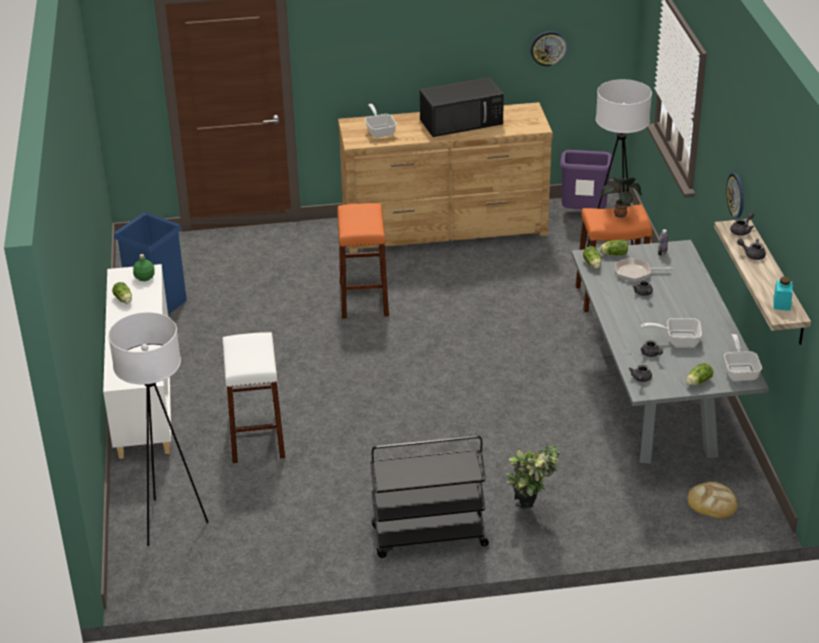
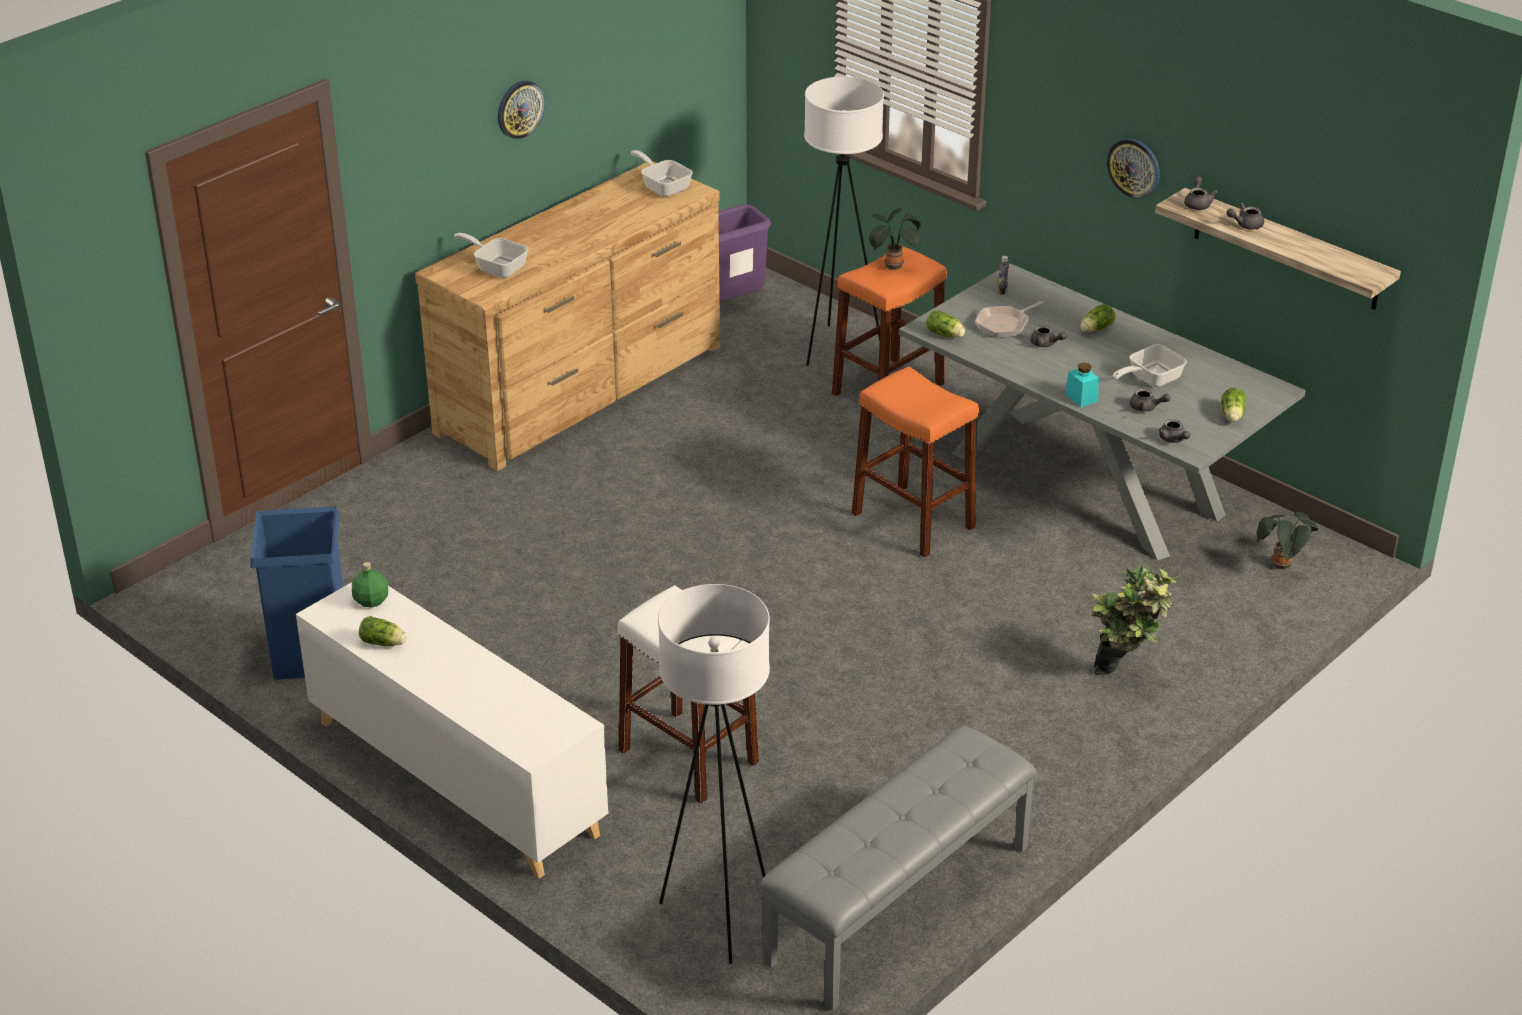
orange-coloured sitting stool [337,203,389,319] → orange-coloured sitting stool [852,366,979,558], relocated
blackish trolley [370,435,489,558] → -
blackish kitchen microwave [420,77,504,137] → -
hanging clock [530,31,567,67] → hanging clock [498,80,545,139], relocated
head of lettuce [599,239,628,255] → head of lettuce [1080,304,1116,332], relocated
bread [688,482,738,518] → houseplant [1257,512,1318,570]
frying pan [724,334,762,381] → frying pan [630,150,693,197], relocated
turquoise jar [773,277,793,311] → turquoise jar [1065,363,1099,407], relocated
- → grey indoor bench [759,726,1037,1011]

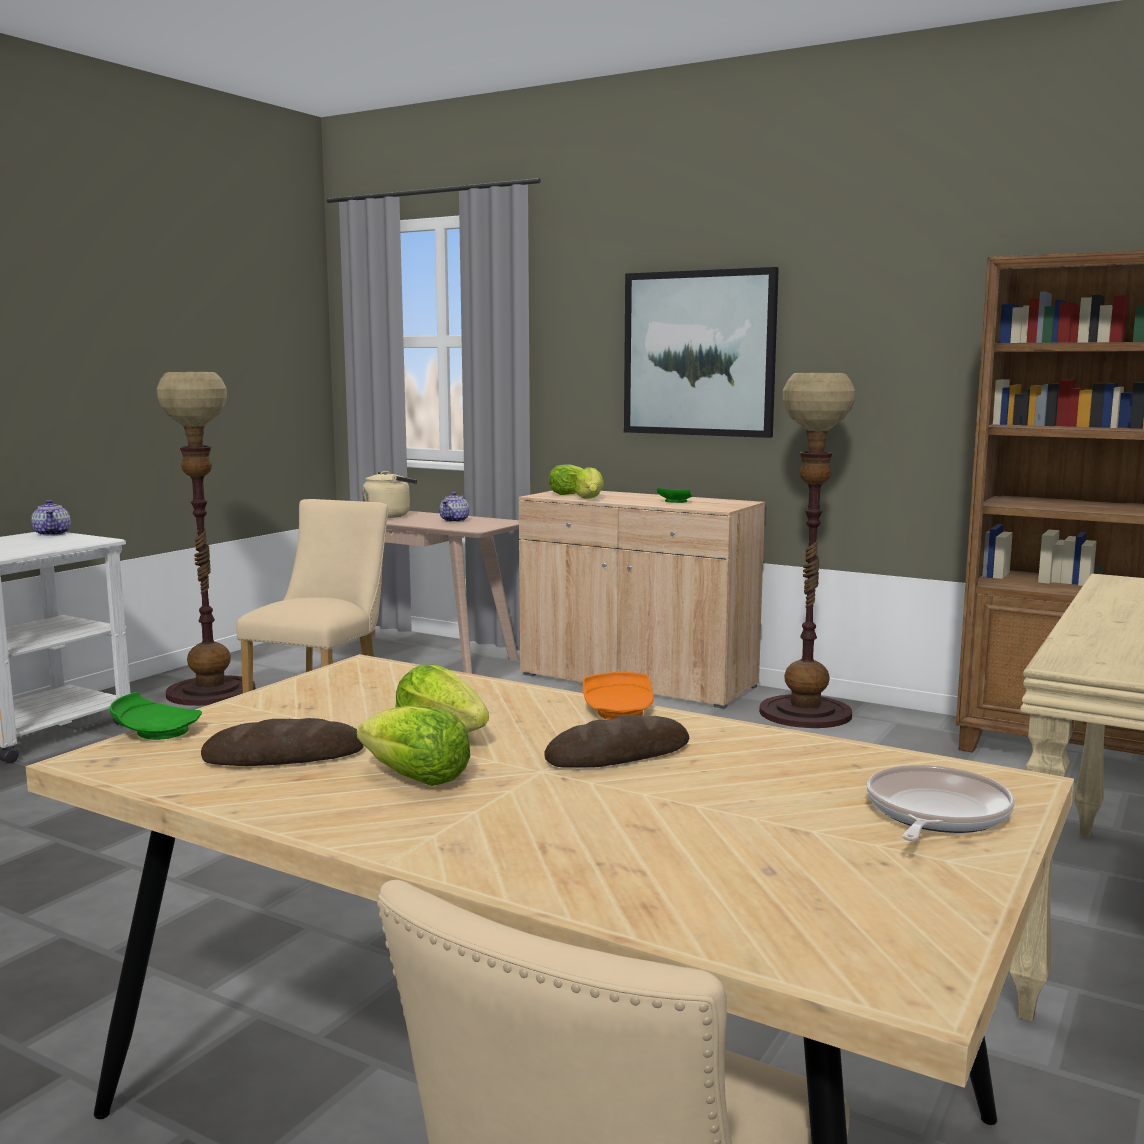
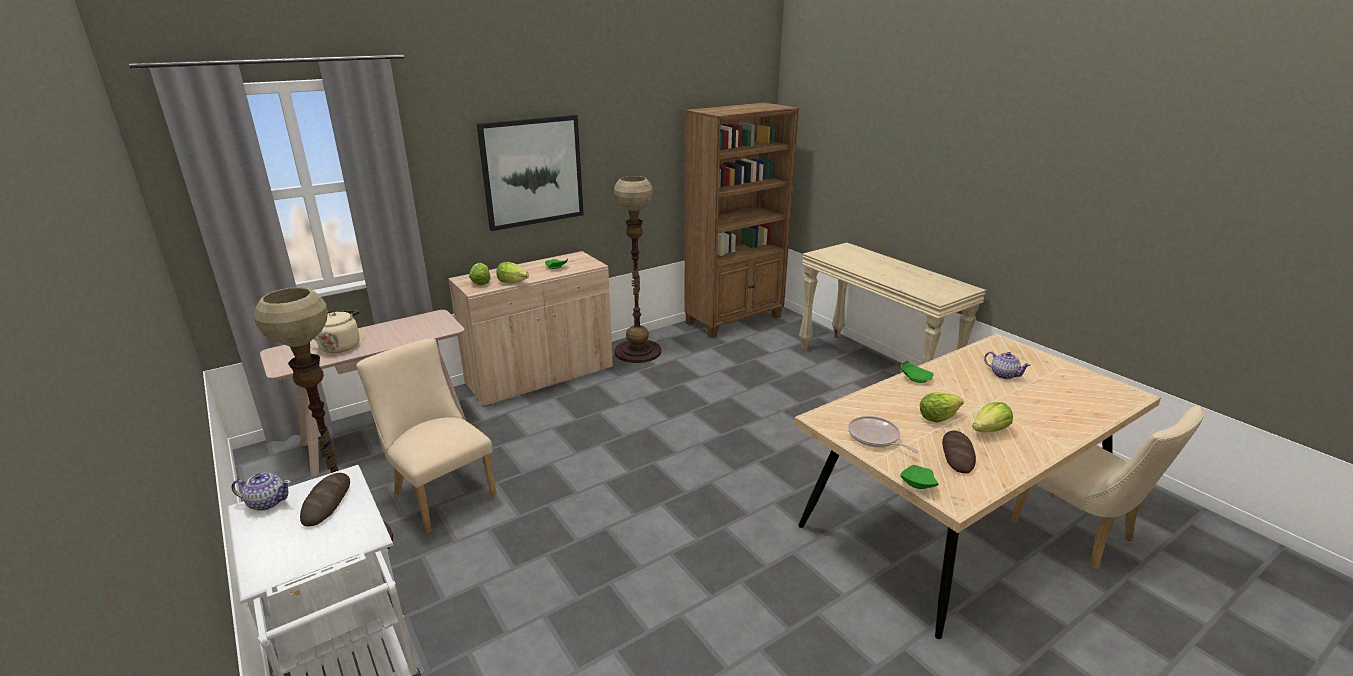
teapot [439,492,469,522] → teapot [984,351,1031,379], relocated
bread [544,715,689,768] → bread [300,473,350,527], relocated
orange-coloured plate [583,672,654,720] → green plate [901,361,934,383]
frying pan [867,765,1015,841] → frying pan [848,416,918,453], relocated

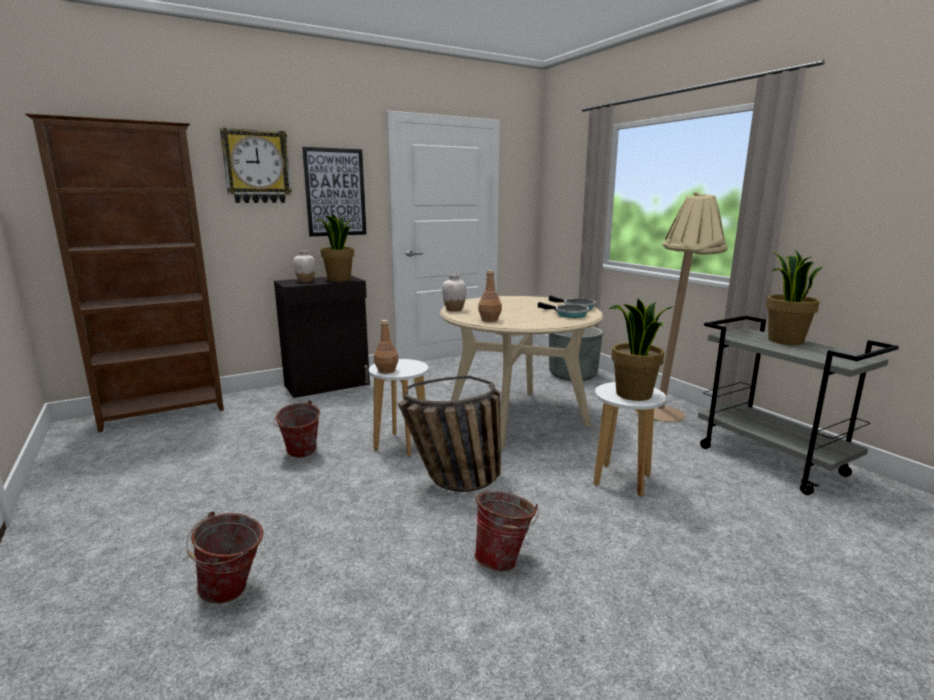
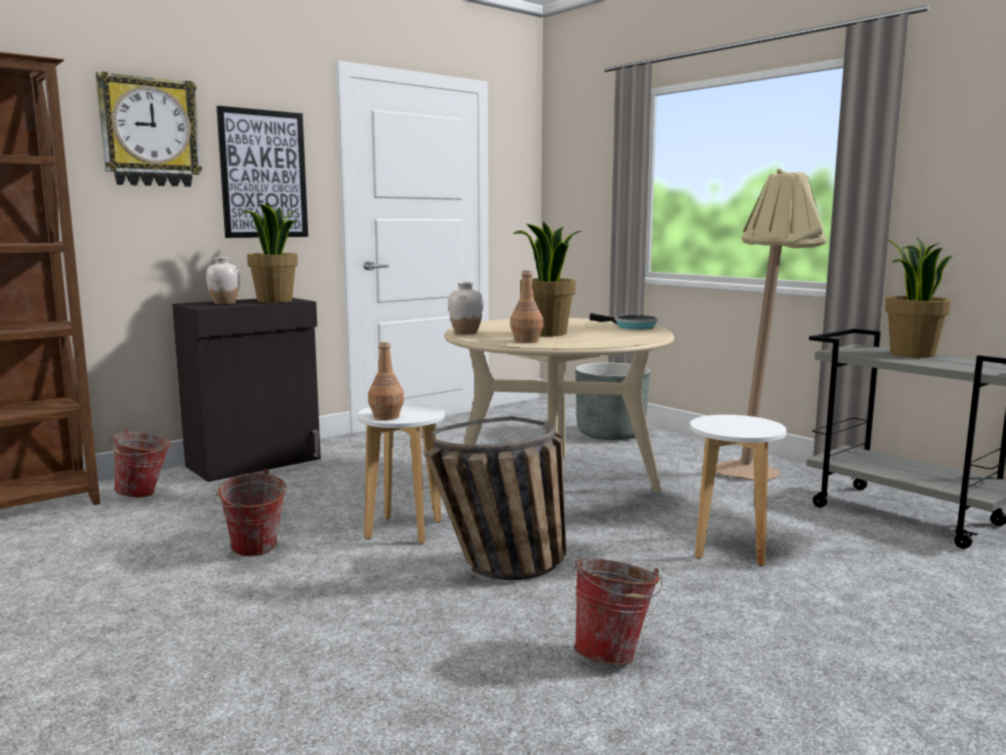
bucket [186,512,263,603] → bucket [109,429,171,497], relocated
frying pan [538,302,589,318] → -
houseplant [609,299,672,401] → houseplant [513,221,581,336], relocated

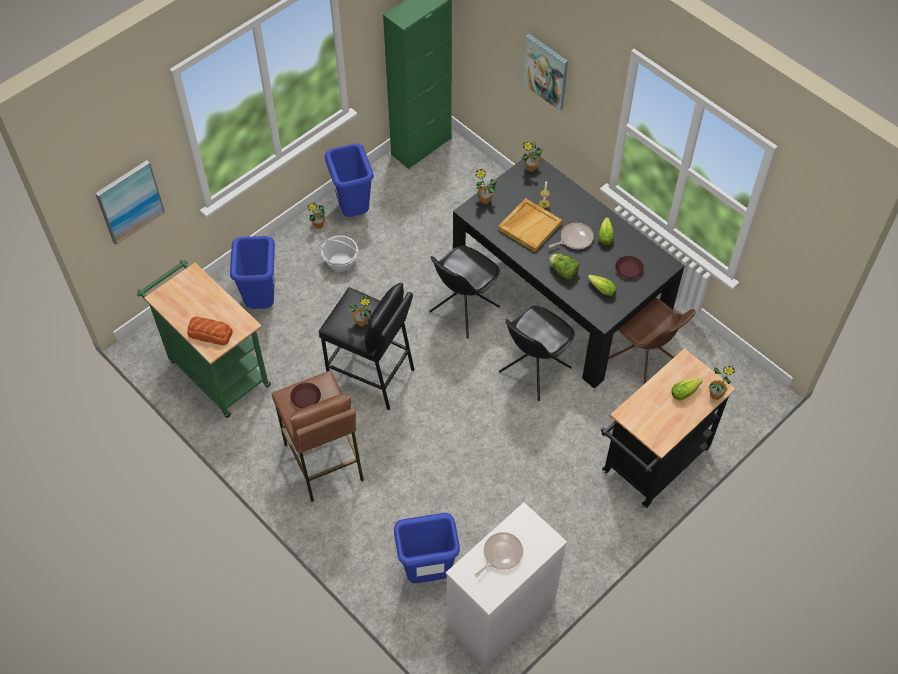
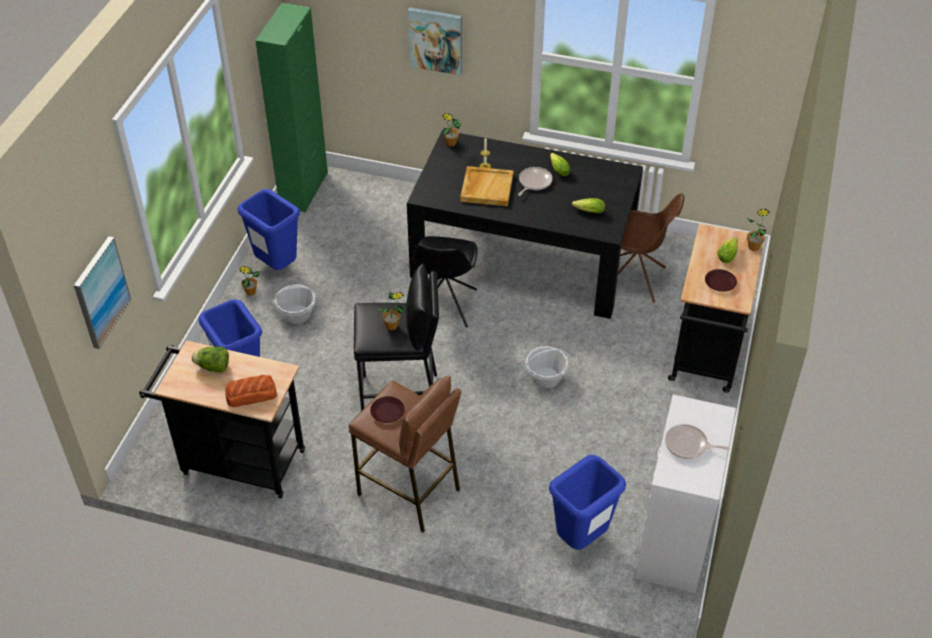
green trolley [137,260,271,418] → blackish trolley [139,340,305,499]
houseplant [475,169,497,204] → -
frying pan [475,532,523,577] → frying pan [665,424,730,459], 90 degrees counterclockwise
blackish upright chair [499,306,575,401] → -
head of lettuce [549,254,579,279] → head of lettuce [192,346,229,373], relocated
brownish plate [615,256,644,279] → brownish plate [705,269,737,292], relocated
- → household basket [524,346,570,388]

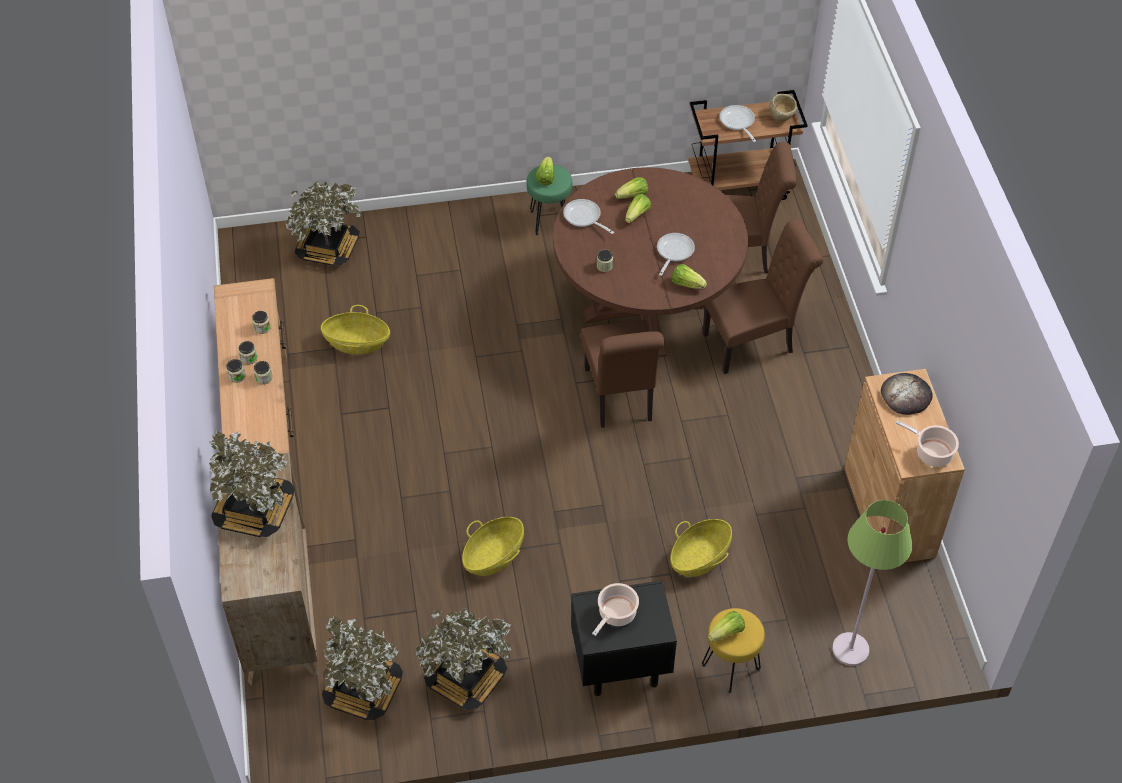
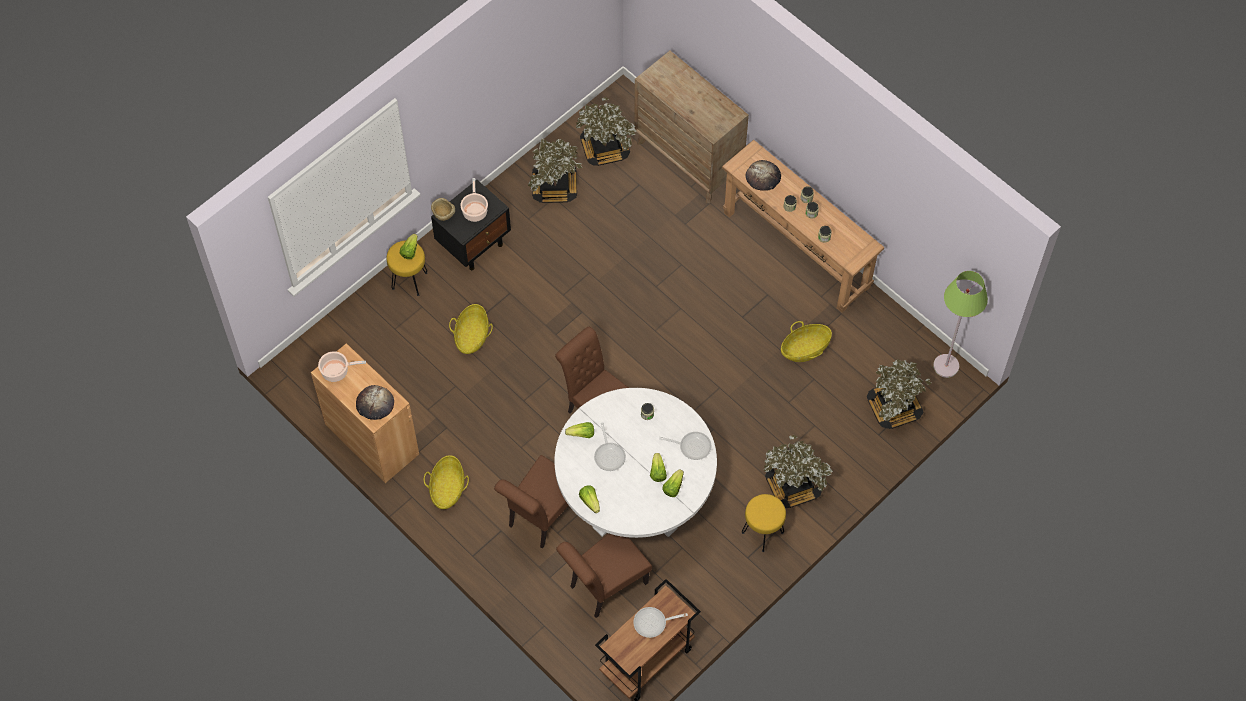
houseplant [209,431,294,537] → houseplant [763,435,833,508], relocated
household basket [462,517,524,576] → household basket [424,455,469,509], relocated
green sitting stool [526,164,572,235] → yellow-coloured sitting stool [742,494,786,552]
head of lettuce [535,156,554,185] → head of lettuce [579,485,600,513], relocated
brownish kitchen table [553,167,748,357] → white kitchen table [554,388,717,538]
frying pan [720,105,756,142] → frying pan [633,607,688,638], 135 degrees clockwise
sand-coloured deep dish [769,94,797,122] → sand-coloured deep dish [431,198,455,221], relocated
green floor lamp [832,500,912,666] → green floor lamp [933,271,988,378], relocated
- → bread [745,160,781,191]

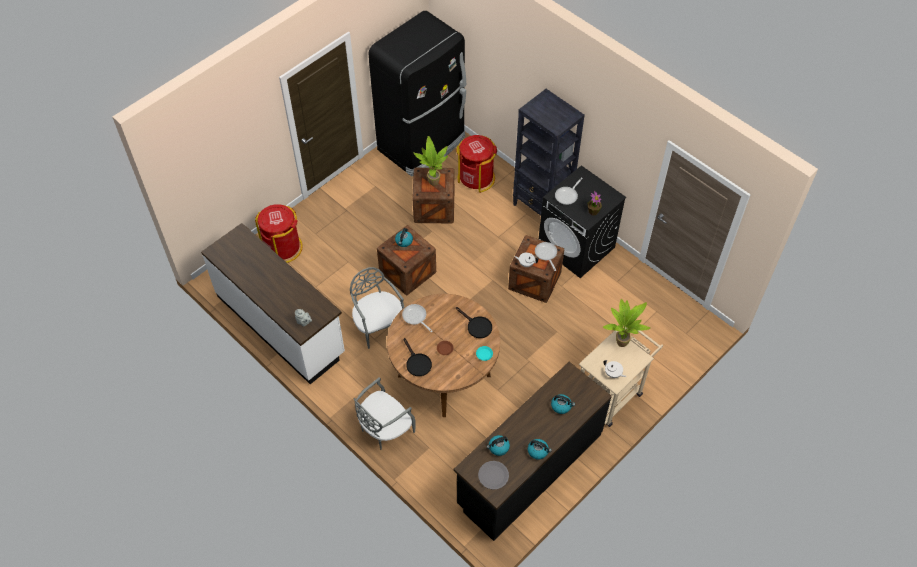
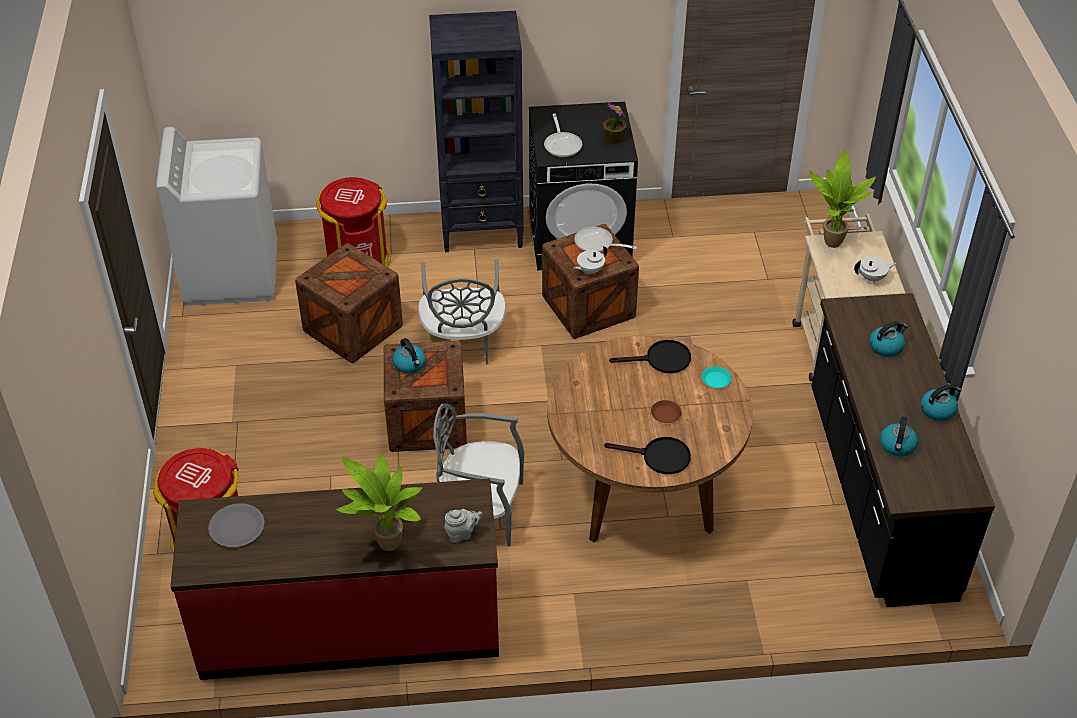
white kitchen counter [201,223,345,384] → reddish kitchen counter [171,479,499,680]
grey upright chair [354,377,415,450] → grey upright chair [418,259,506,365], relocated
blackish kitchen fridge [368,11,466,177] → white laundry machine [156,127,277,306]
frying pan [402,304,433,332] → -
houseplant [413,136,448,186] → houseplant [336,452,423,551], relocated
grey plate [478,461,509,490] → grey plate [208,503,265,548], relocated

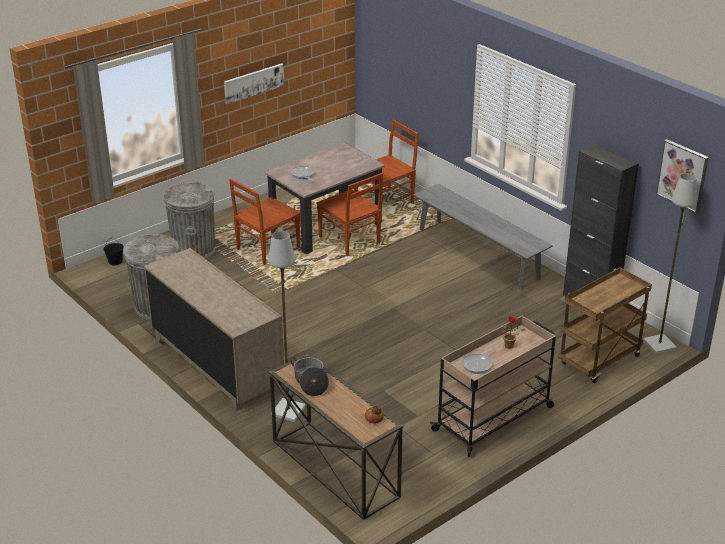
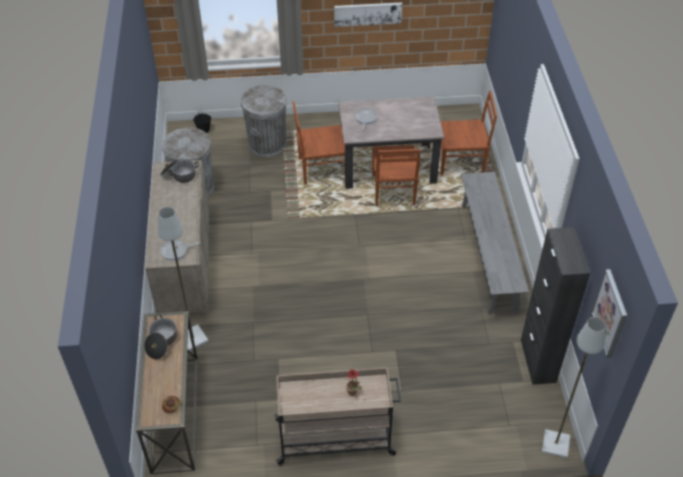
frying pan [462,347,494,374] → frying pan [160,239,200,260], relocated
brownish trolley [558,267,652,383] → -
- → cooking pot [160,159,199,183]

